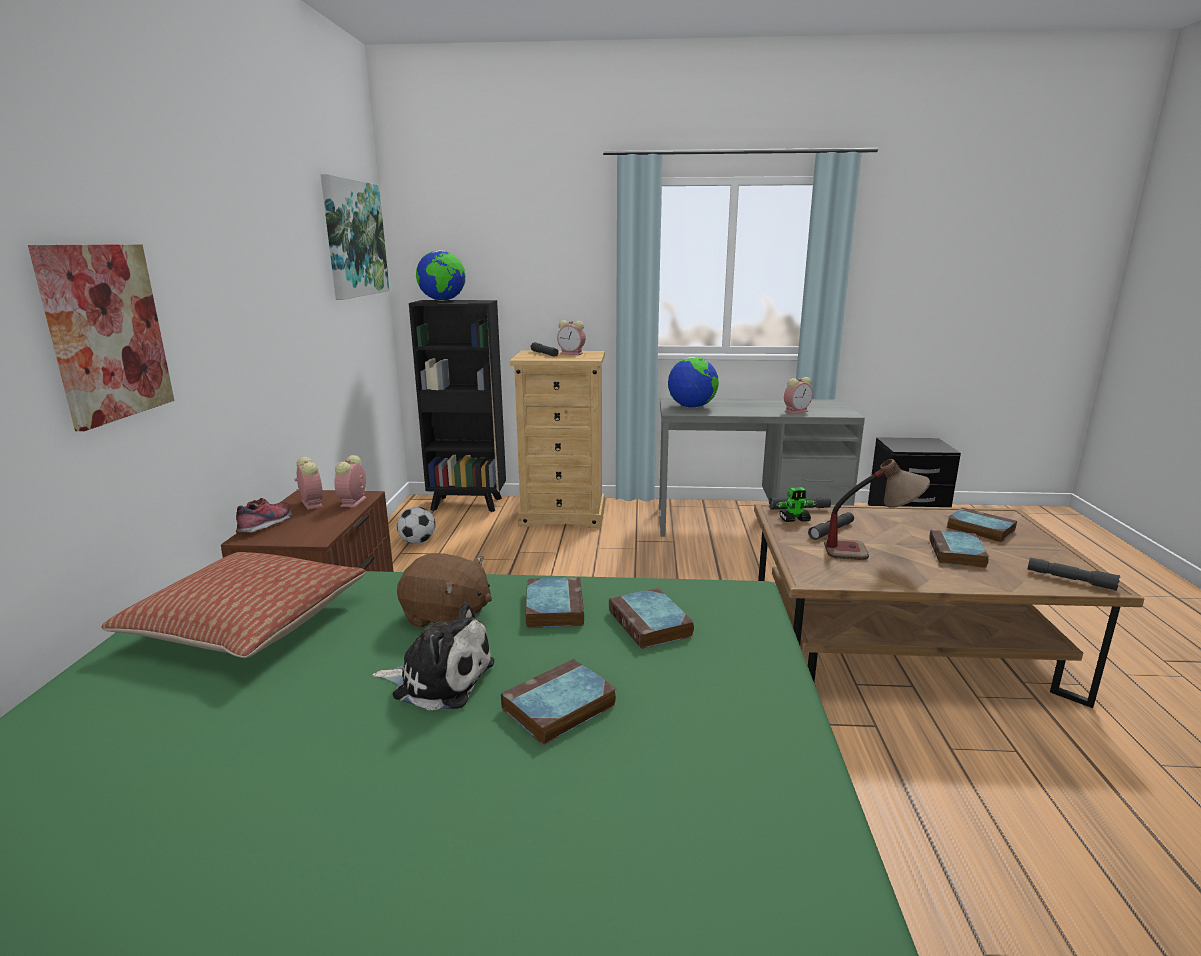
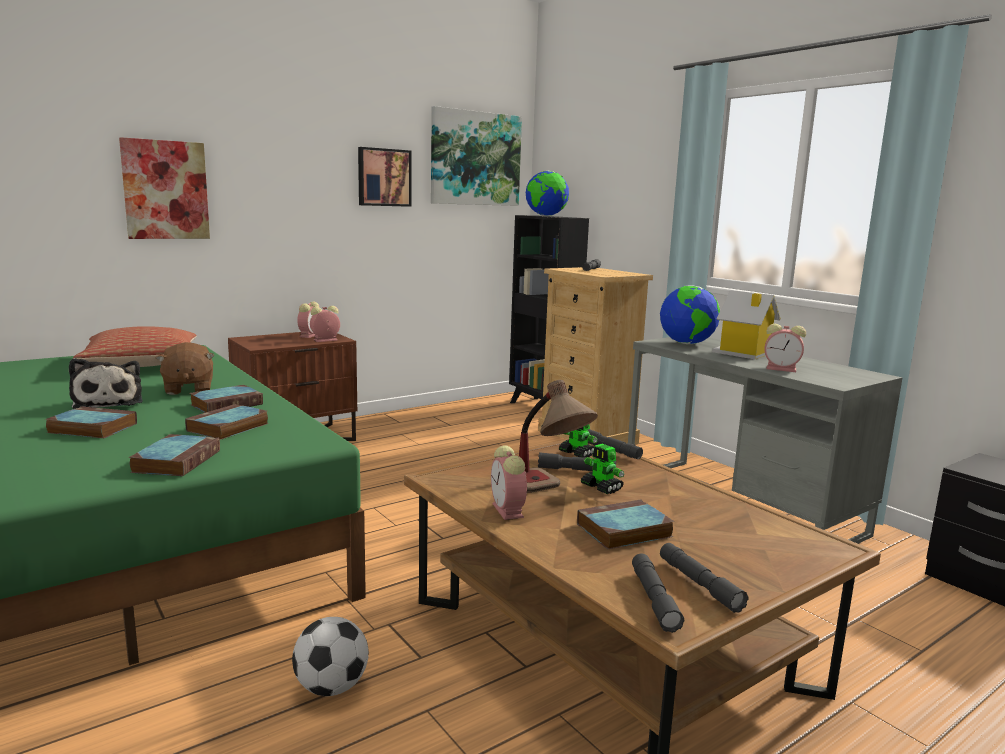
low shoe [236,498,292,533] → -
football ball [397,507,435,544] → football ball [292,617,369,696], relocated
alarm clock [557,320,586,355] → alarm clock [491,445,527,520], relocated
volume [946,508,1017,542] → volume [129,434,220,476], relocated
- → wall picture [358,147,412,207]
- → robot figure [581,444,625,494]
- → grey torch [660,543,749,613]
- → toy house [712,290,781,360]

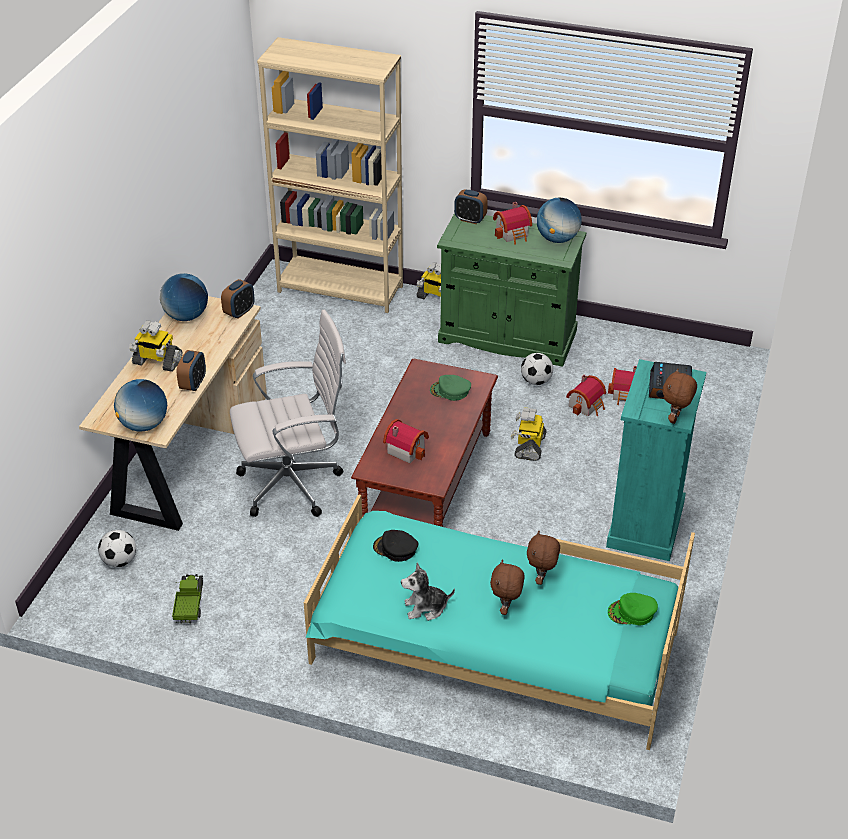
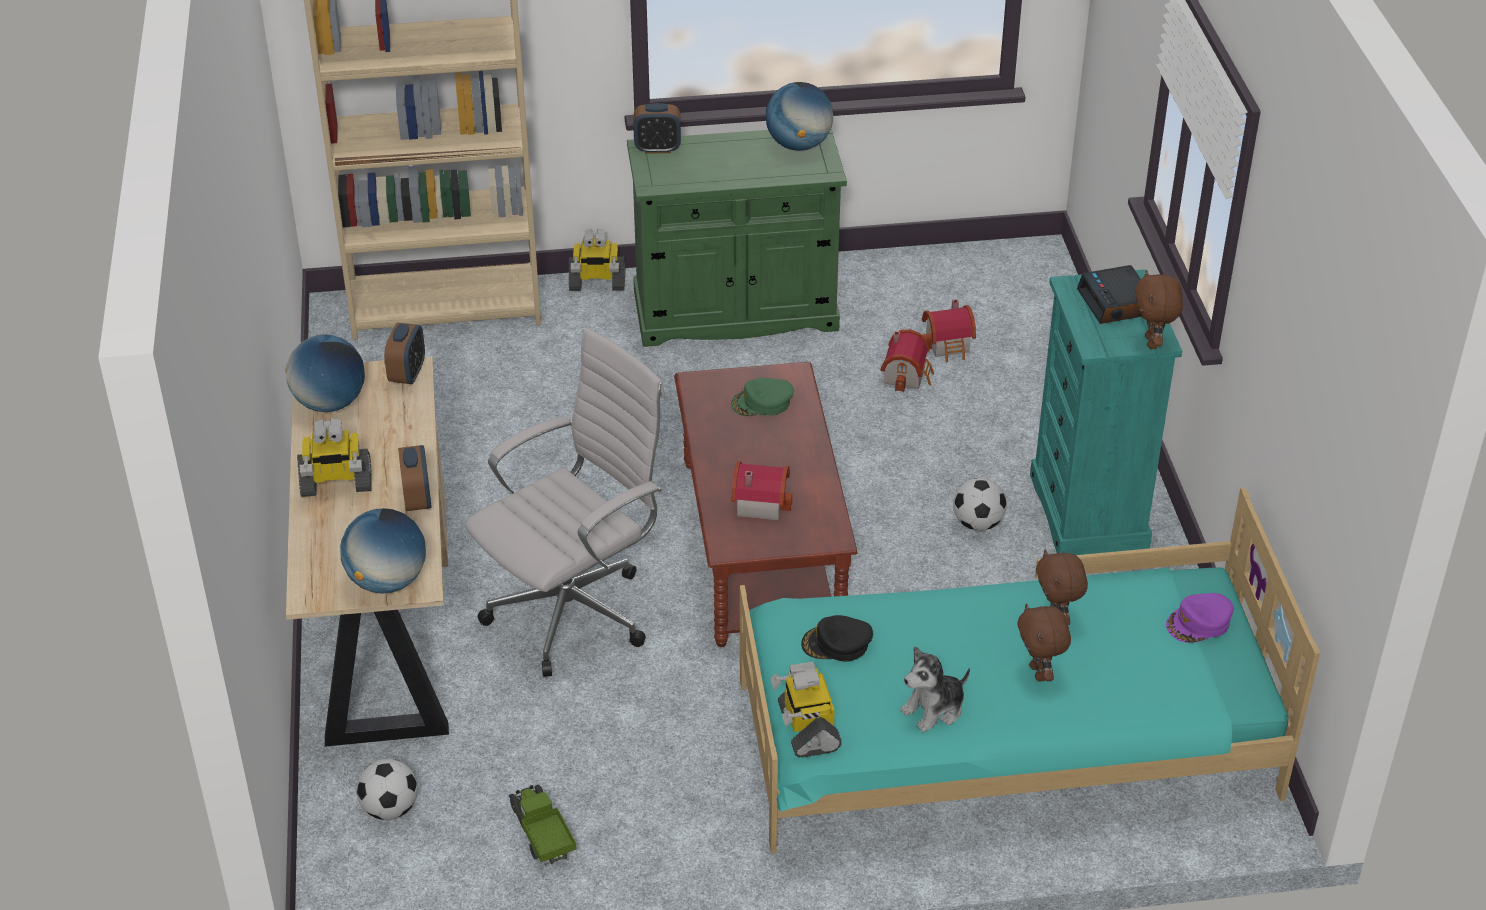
toy house [493,202,532,245] → -
robot figure [511,408,547,461] → robot figure [770,662,842,758], relocated
football ball [521,353,553,385] → football ball [953,478,1007,531], relocated
green peaked cap [608,593,658,626] → purplish peaked cap [1166,593,1234,643]

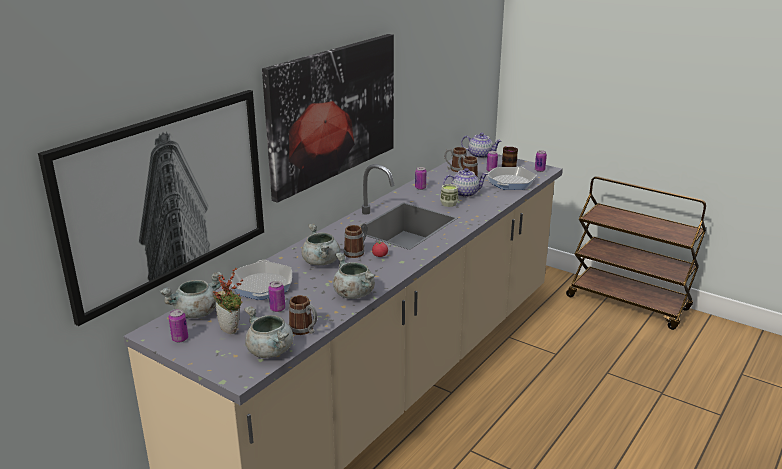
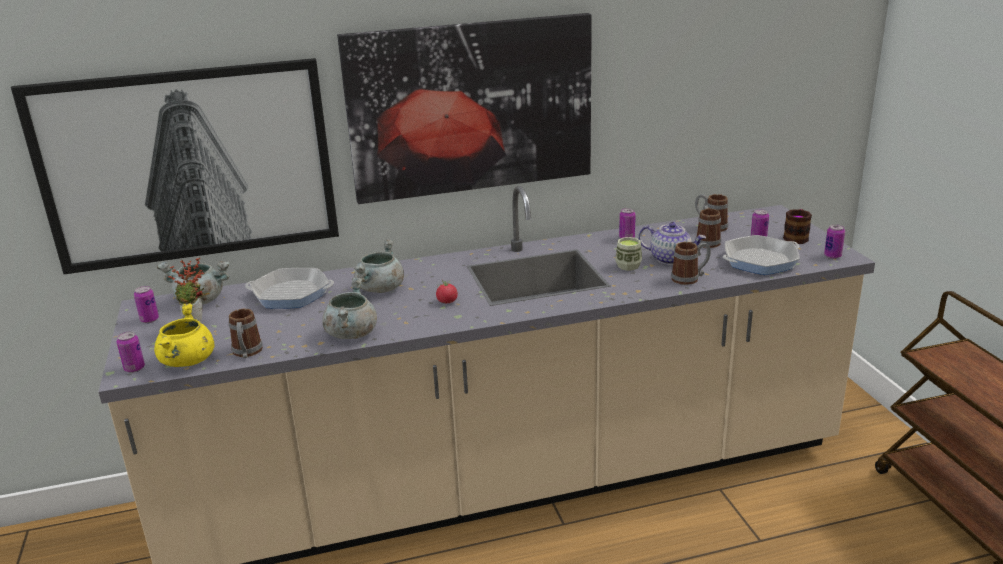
frying pan [231,260,292,300] → frying pan [245,268,334,309], 120 degrees counterclockwise
grey cooking pot [244,306,293,358] → yellow-coloured cooking pot [154,303,214,367]
can [268,281,285,312] → can [117,332,145,373], relocated
tea mug [344,223,367,258] → tea mug [671,242,711,285], relocated
teapot [461,133,501,158] → -

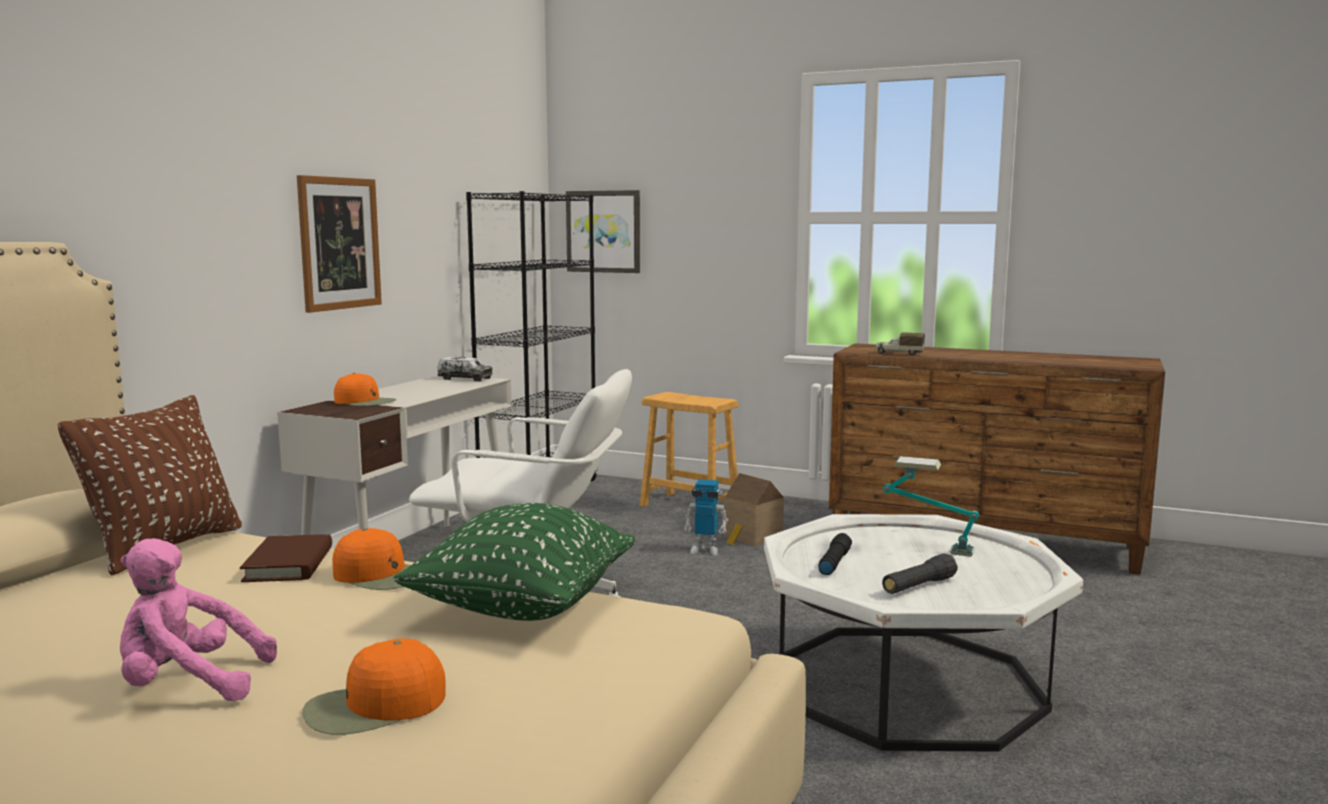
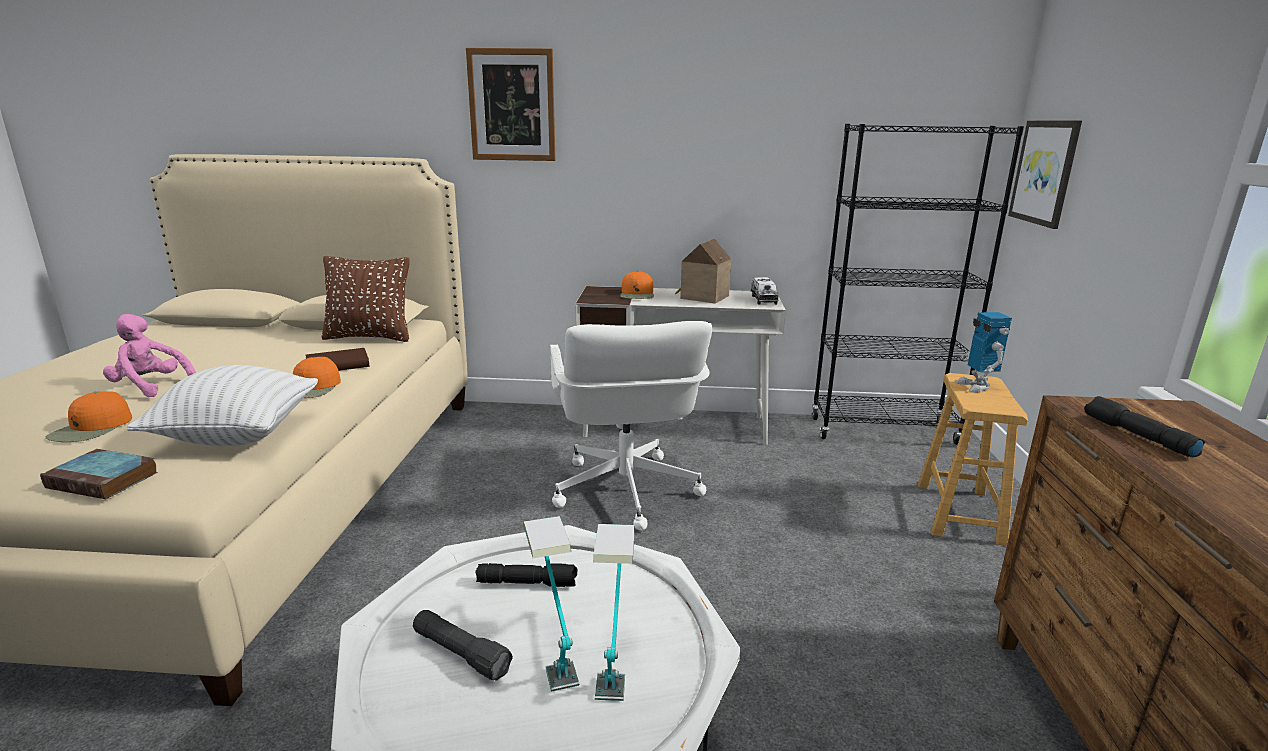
pink-coloured plush toy [120,538,277,701] → pink-coloured plush toy [103,314,196,397], 45 degrees counterclockwise
wall picture [297,175,382,313] → wall picture [466,48,555,161], relocated
orange-coloured peaked cap [302,638,446,735] → orange-coloured peaked cap [46,391,132,442], 120 degrees counterclockwise
green throw pillow [394,503,635,621] → white throw pillow [127,365,318,446]
robot figure [684,479,728,556] → robot figure [955,312,1012,393], relocated
toy house [724,473,784,546] → toy house [675,239,731,304], relocated
model truck [874,333,925,355] → blackish torch [1085,396,1205,457]
- → volume [40,449,158,499]
- → tabletop lamp [524,516,579,692]

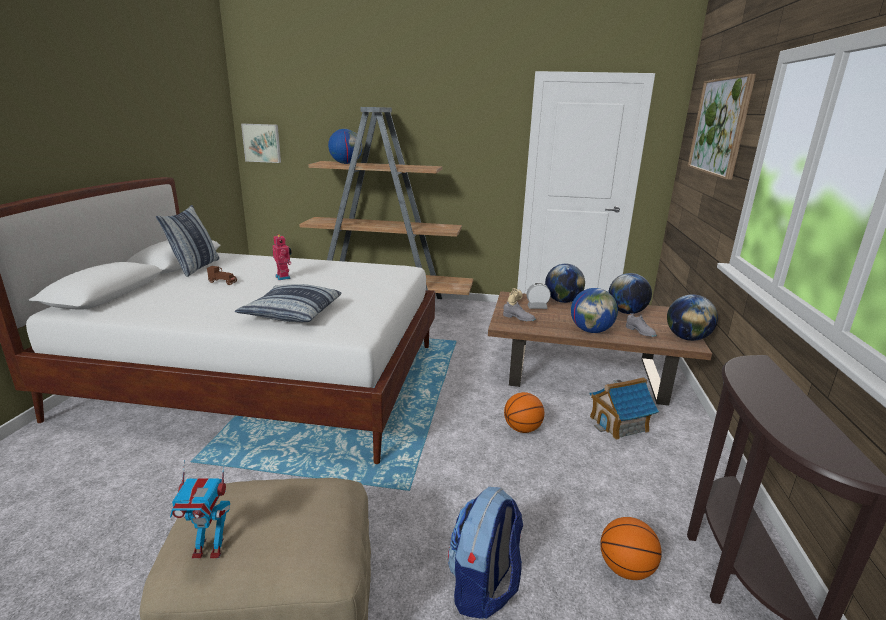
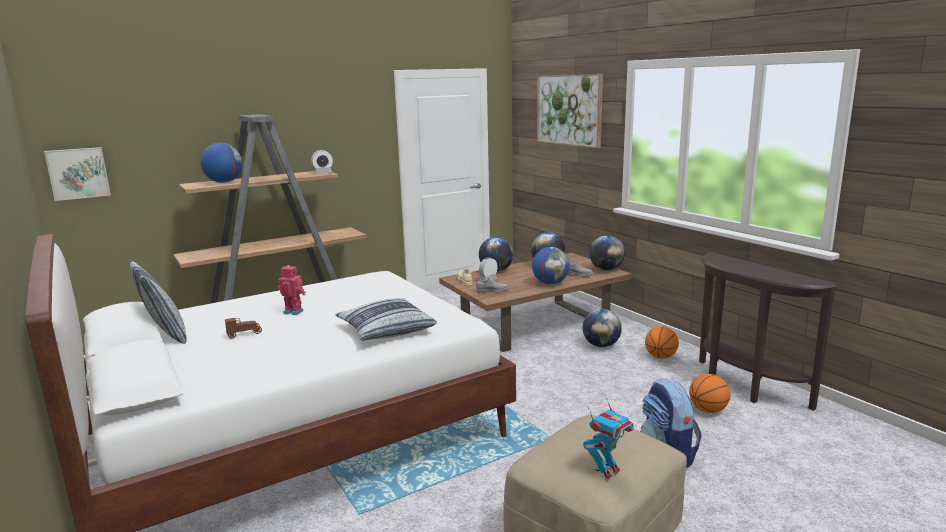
ball for basketball [504,392,544,433] → ball for basketball [645,326,679,359], relocated
toy house [589,377,659,440] → globe [583,309,622,347]
- → alarm clock [311,150,333,174]

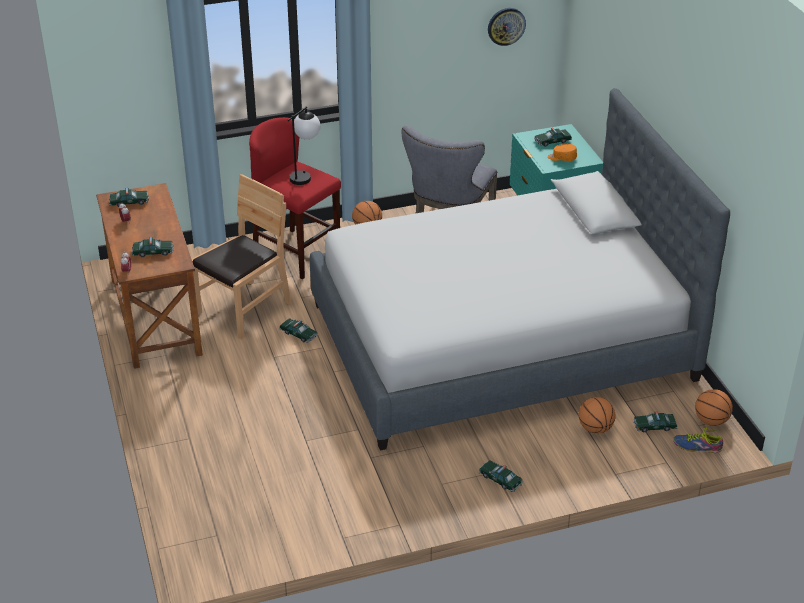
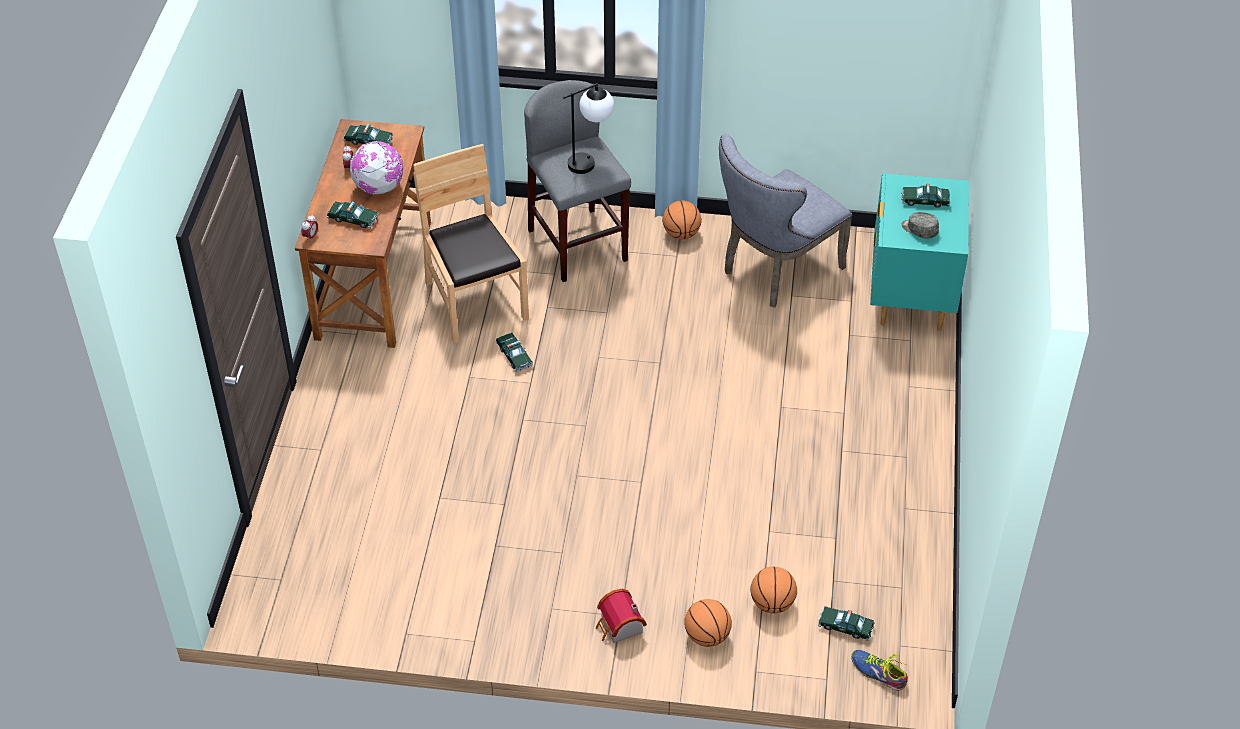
brownish upright chair [192,174,291,339] → brownish upright chair [413,144,529,343], 90 degrees counterclockwise
reddish sitting stool [249,117,341,279] → grey sitting stool [524,80,631,282]
sleeping bed [310,88,730,451] → -
toy car [479,460,523,492] → toy house [596,589,647,643]
hanging clock [488,8,526,46] → -
orange-coloured peaked cap [548,144,577,161] → grey peaked cap [902,212,939,239]
ball for basketball [695,389,733,426] → ball for basketball [684,599,732,647], relocated
- → globe [350,141,404,194]

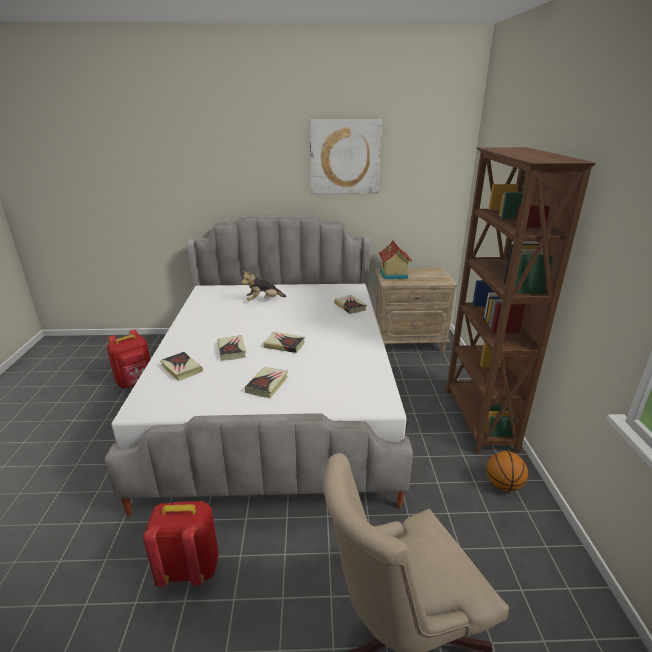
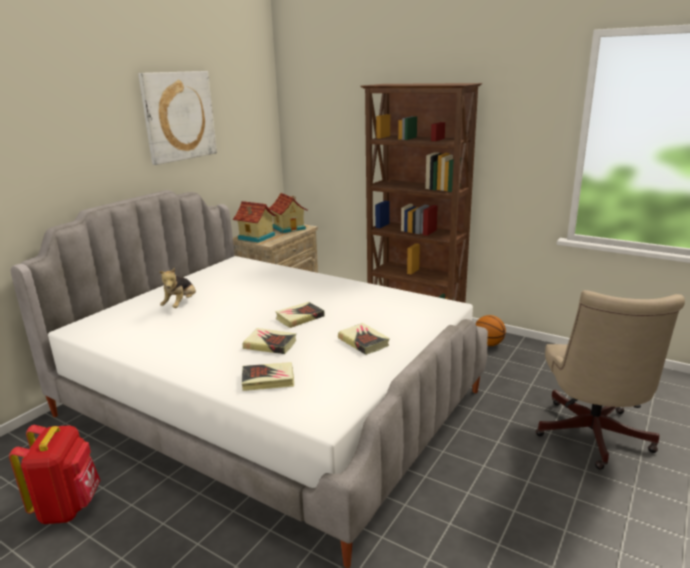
reddish knapsack [143,501,219,587] → -
volume [334,295,367,314] → -
- → toy house [269,193,308,233]

